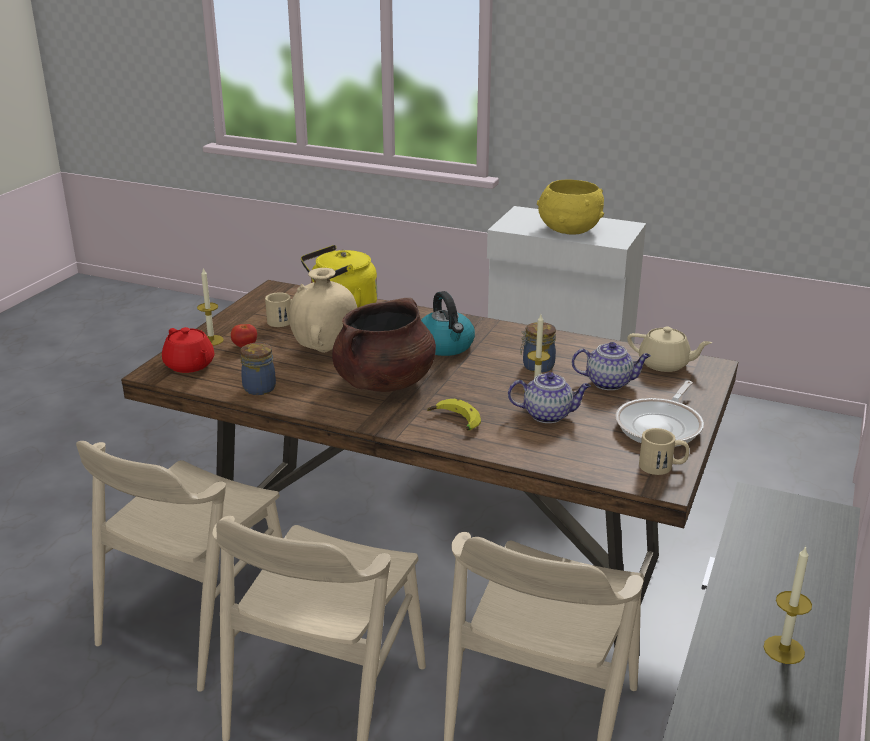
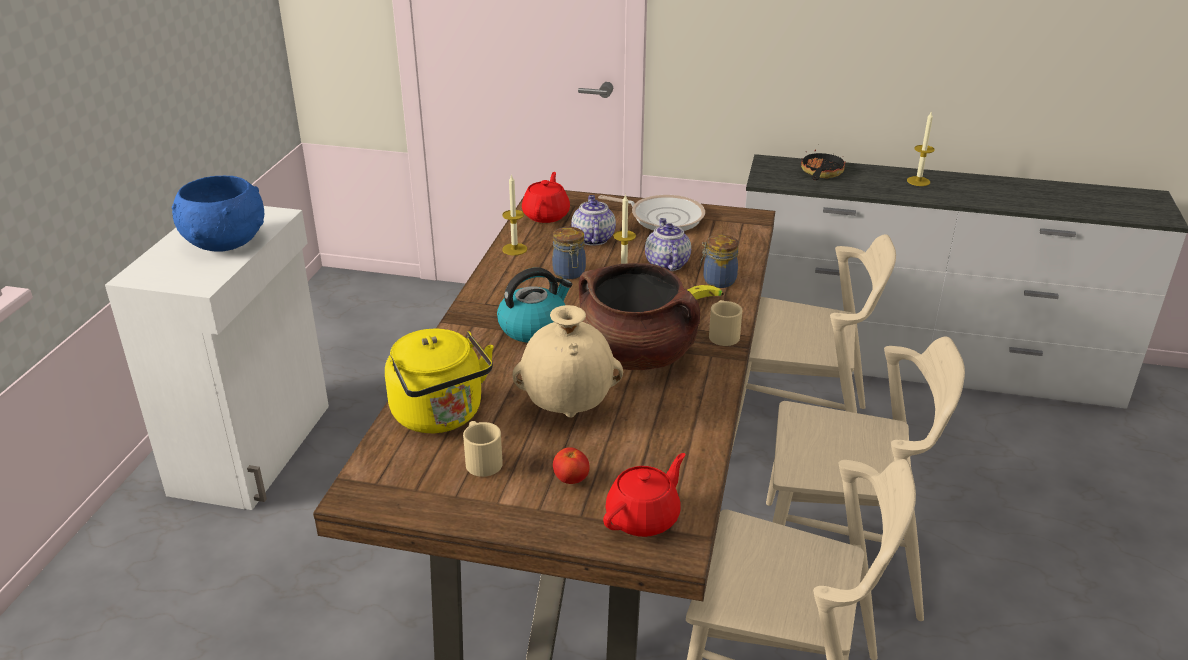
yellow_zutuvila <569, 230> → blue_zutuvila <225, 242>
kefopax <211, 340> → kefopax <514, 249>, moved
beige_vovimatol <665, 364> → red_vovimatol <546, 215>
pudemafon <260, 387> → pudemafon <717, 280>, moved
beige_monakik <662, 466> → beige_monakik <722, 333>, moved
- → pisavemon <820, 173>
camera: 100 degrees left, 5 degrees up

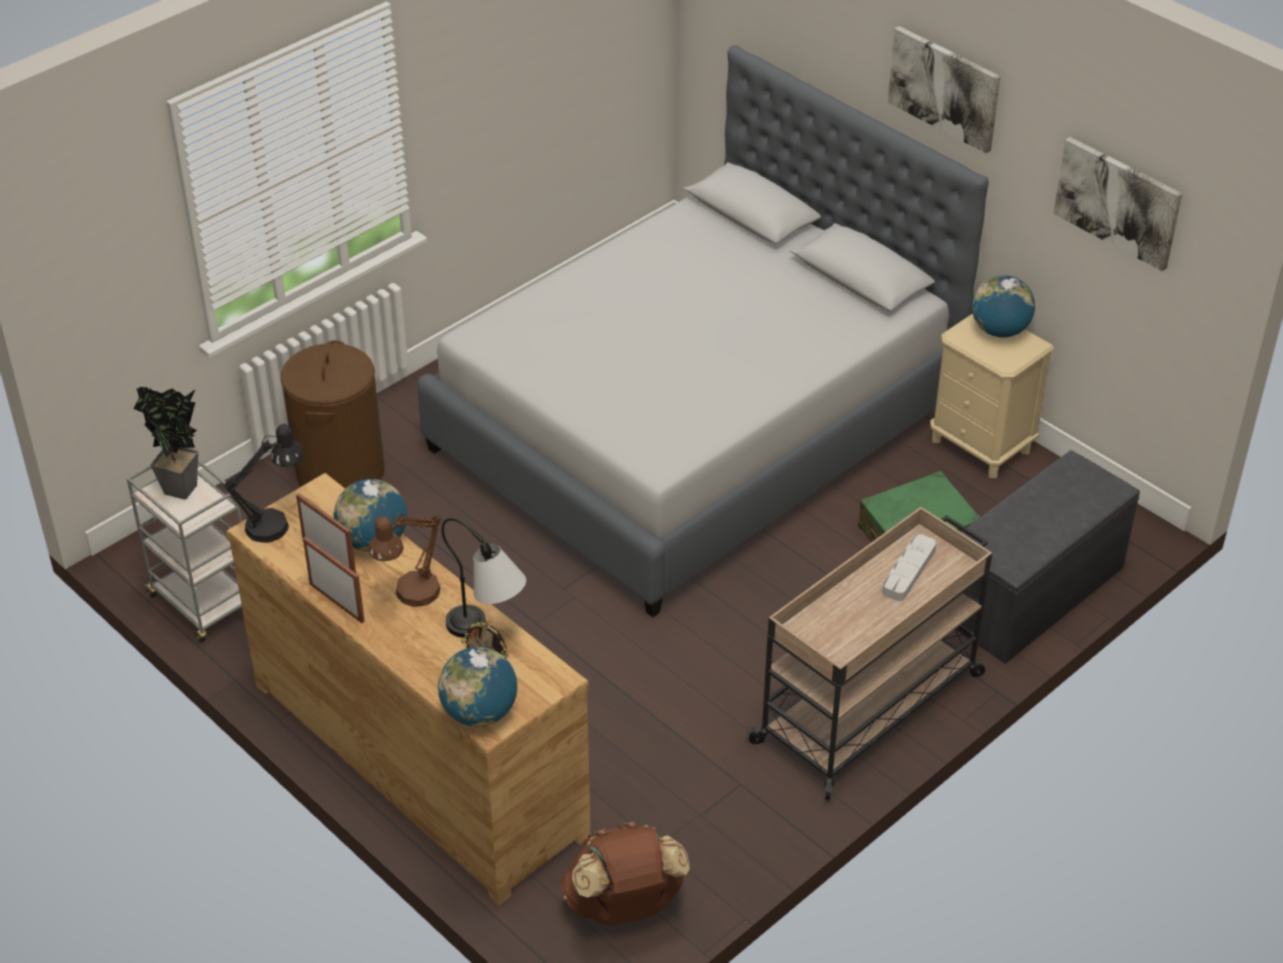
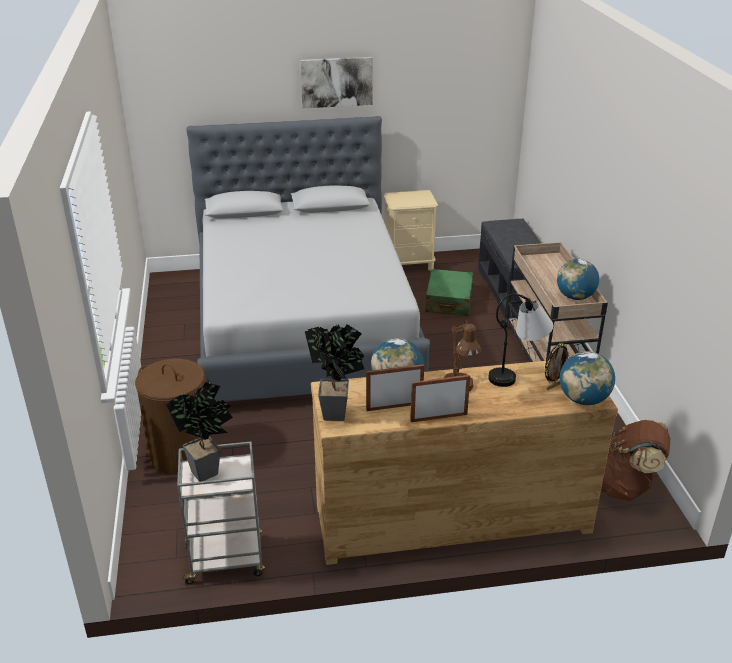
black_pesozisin <275, 524> → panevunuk <338, 416>
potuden <999, 331> → potuden <575, 297>, moved
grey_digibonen <908, 571> → -
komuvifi <1118, 202> → -
camera: 55 degrees left, 10 degrees down

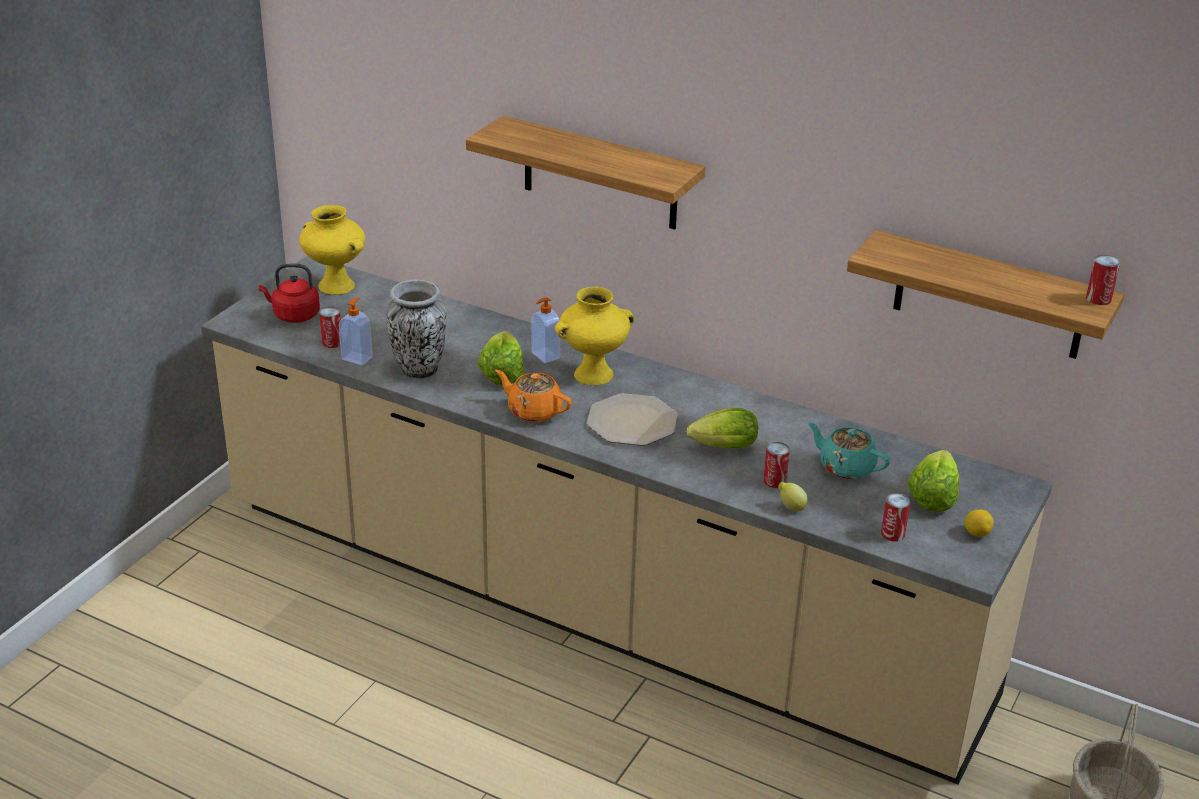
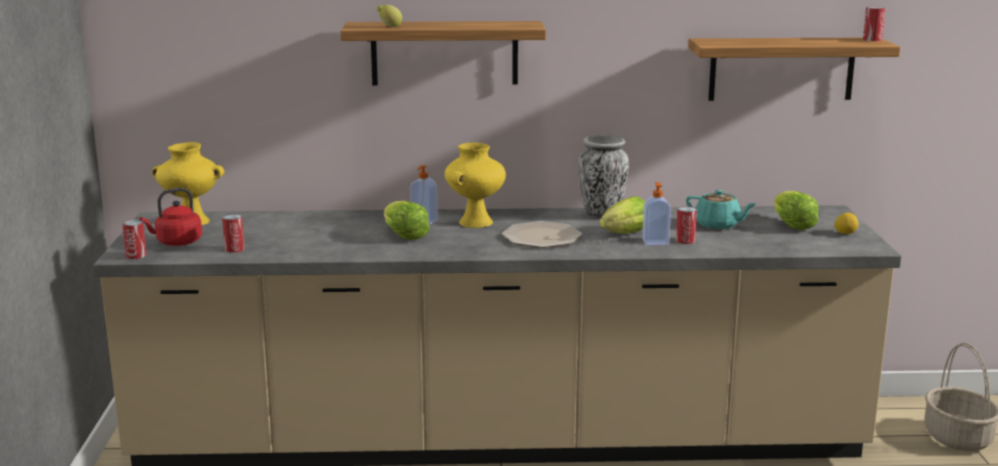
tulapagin <892, 534> → tulapagin <136, 255>, moved
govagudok <791, 507> → govagudok <389, 27>, moved
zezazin <419, 370> → zezazin <601, 215>, moved
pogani <357, 358> → pogani <655, 242>, moved
turquoise_vovimatol <846, 467> → turquoise_vovimatol <718, 225>, 150 degrees counterclockwise
orange_vovimatol <534, 411> → -
camera: 30 degrees left, 15 degrees down

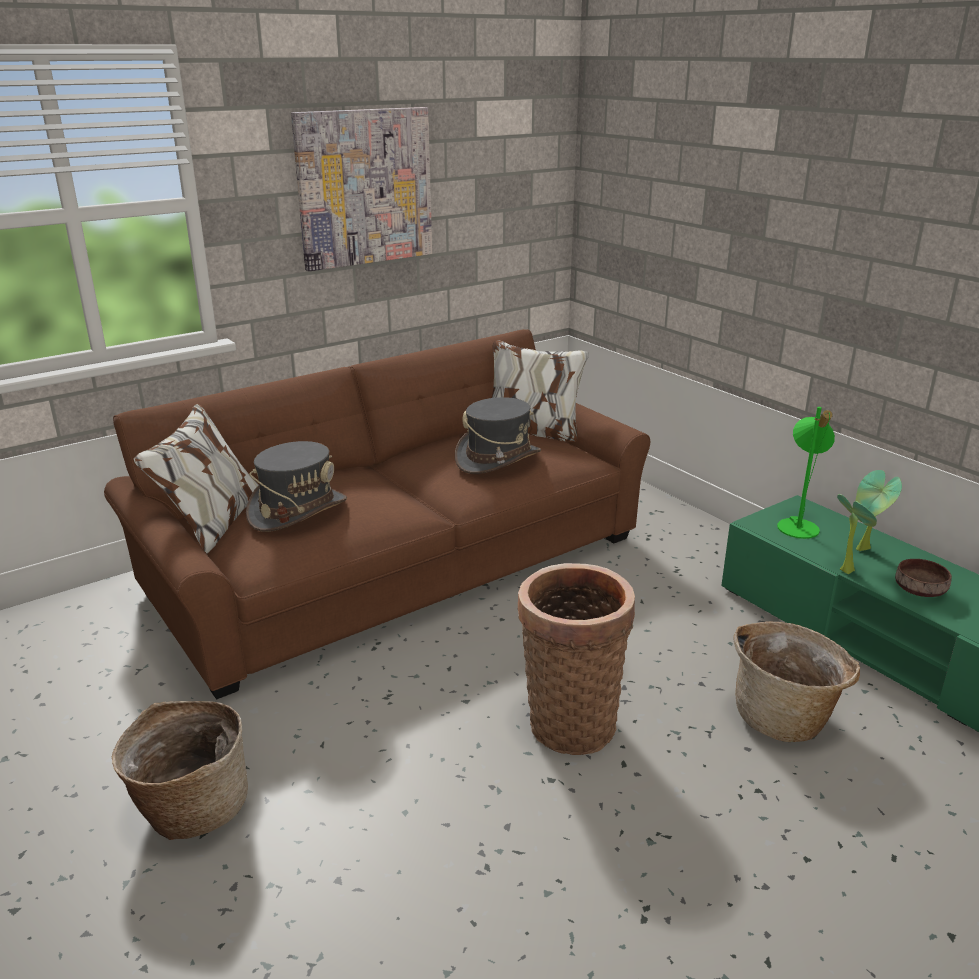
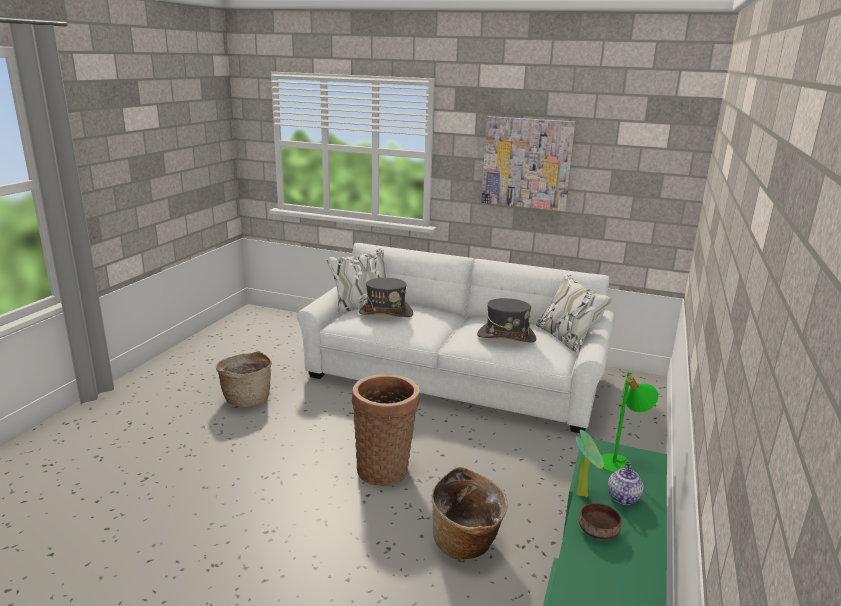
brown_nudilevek <400, 565> → white_nudilevek <455, 377>
panevunuk <863, 550> → vovimatol <623, 496>
camera: 55 degrees right, 5 degrees down

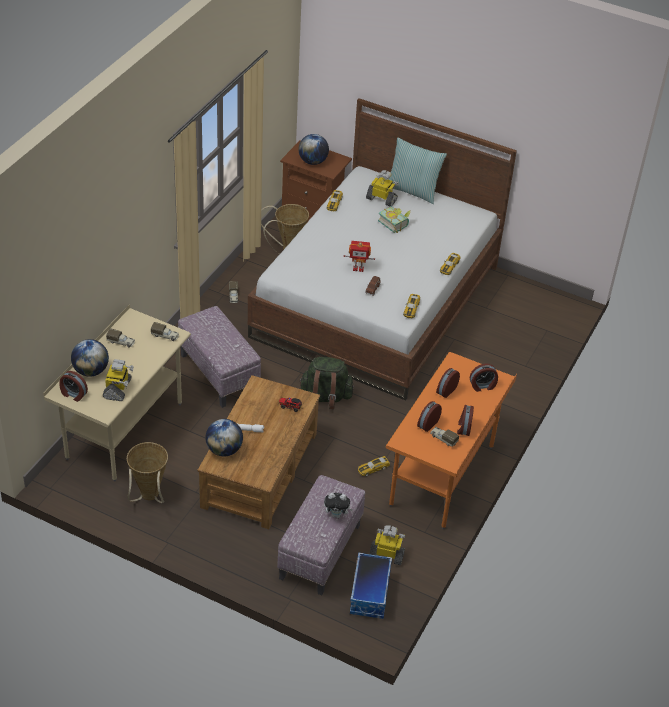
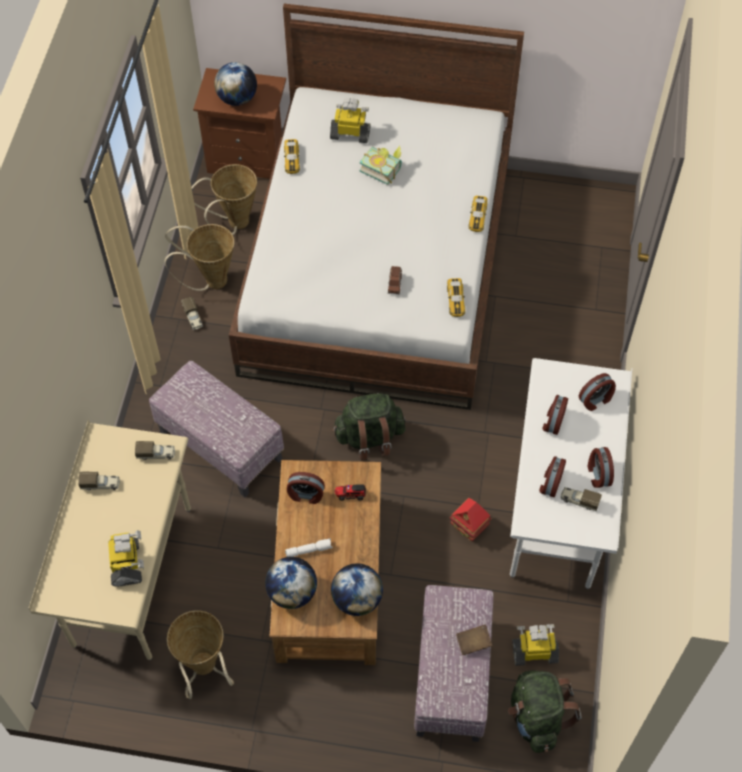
- → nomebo <211, 281>
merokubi <73, 394> → merokubi <306, 495>, moved
potuden <91, 371> → potuden <357, 599>, moved
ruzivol <373, 468> → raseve <469, 527>
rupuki <337, 515> → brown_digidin <473, 643>
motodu <370, 594> → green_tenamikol <537, 718>
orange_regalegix <442, 476> → white_regalegix <558, 510>
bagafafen <358, 268> → -
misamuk <413, 190> → -
camera: 15 degrees left, 15 degrees up

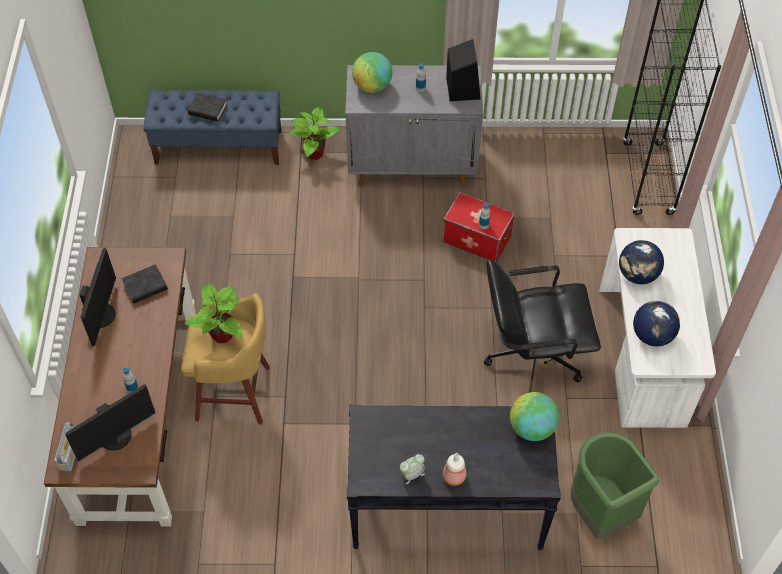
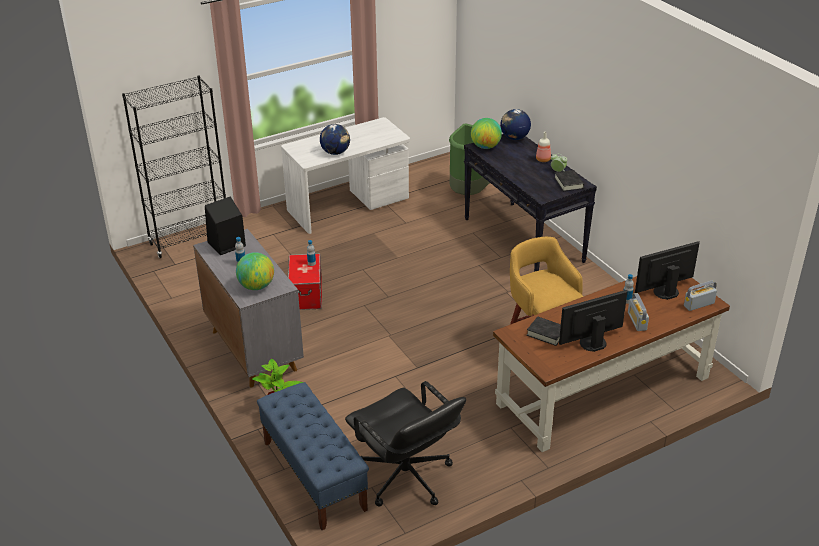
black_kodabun <532, 358> → black_kodabun <406, 478>, moved
potuden <652, 335> → potuden <514, 138>, moved
black_digidin <207, 110> → black_digidin <568, 183>, moved
- → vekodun <637, 321>
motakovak <116, 437> → motakovak <665, 291>, 45 degrees counterclockwise
panevunuk <222, 335> → -
camera: 120 degrees left, 20 degrees down

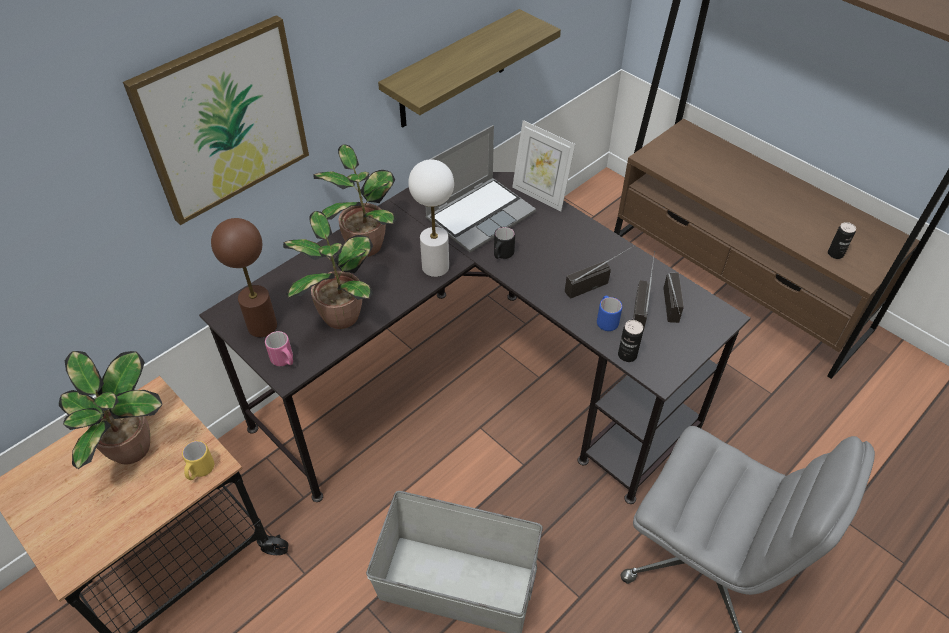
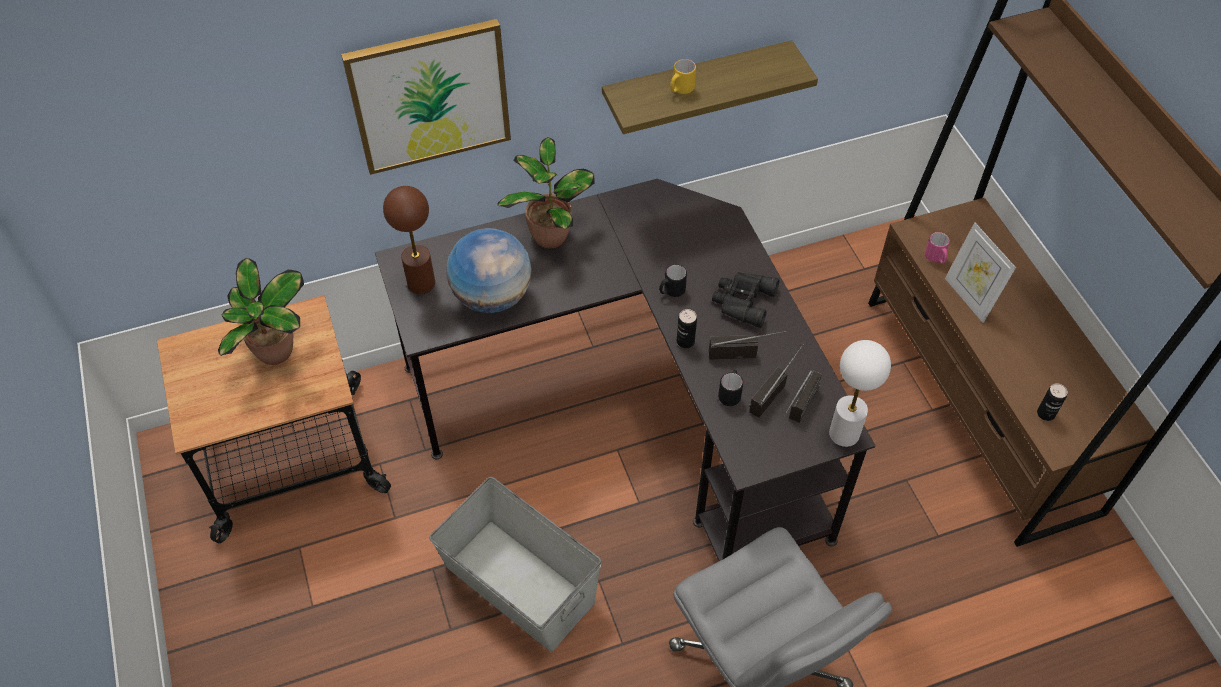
panevunuk <340, 314> → potuden <492, 296>
yellow_monakik <200, 471> → yellow_monakik <680, 90>, moved
tulapagin <627, 355> → tulapagin <685, 341>, moved
- → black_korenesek <742, 301>
blue_monakik <606, 320> → black_monakik <730, 394>
white_pesozisin <435, 267> → white_pesozisin <844, 433>, moved
pink_monakik <284, 361> → pink_monakik <935, 258>, moved
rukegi <540, 196> → rukegi <969, 298>, moved
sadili <480, 215> → -
camera: 25 degrees right, 5 degrees up

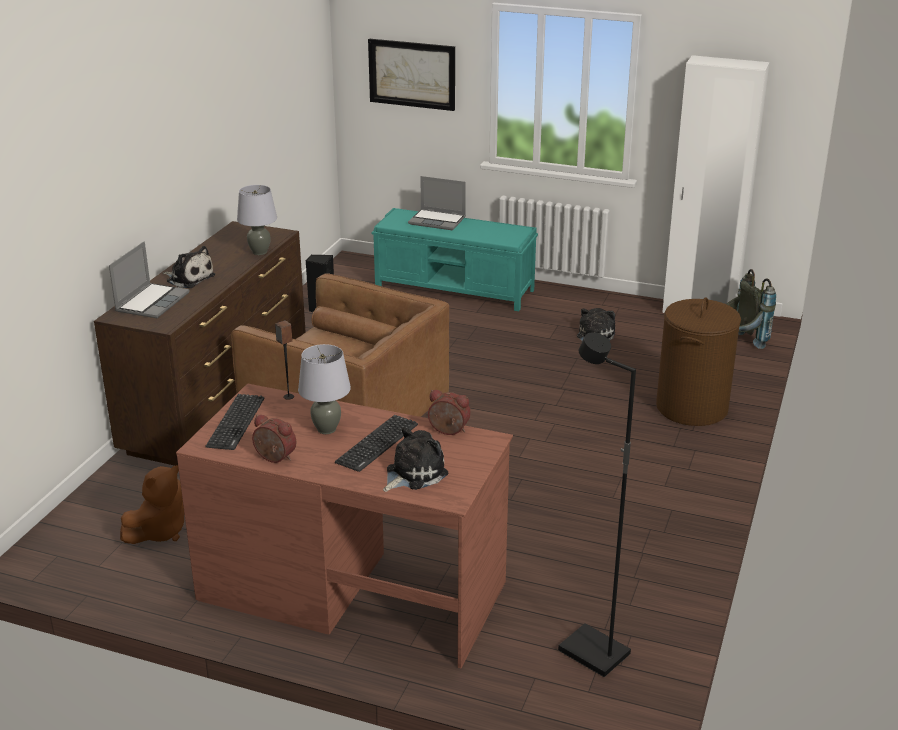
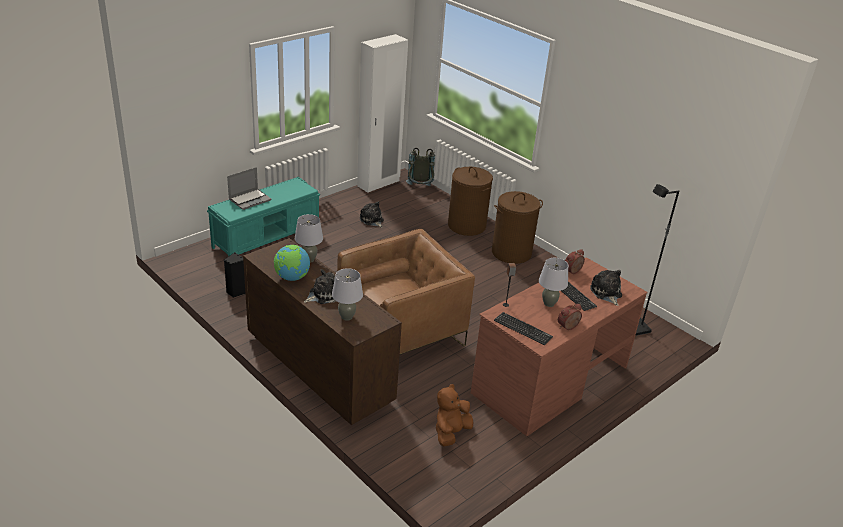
- → potuden <292, 278>
sadili <152, 302> → grey_pesozisin <347, 317>
brown_rupuki <160, 532> → brown_rupuki <451, 433>, 120 degrees counterclockwise
- → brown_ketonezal <511, 252>
komuvifi <412, 74> → -
camera: 65 degrees left, 5 degrees up

